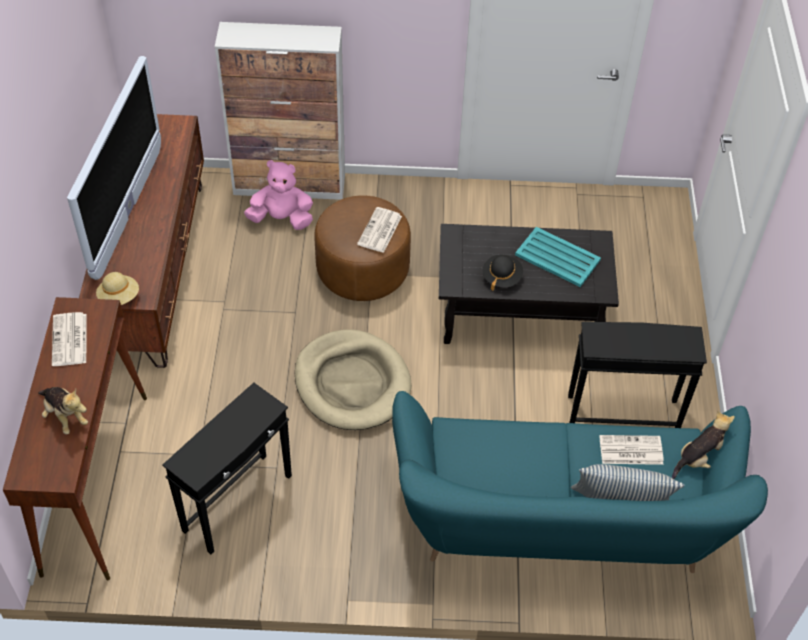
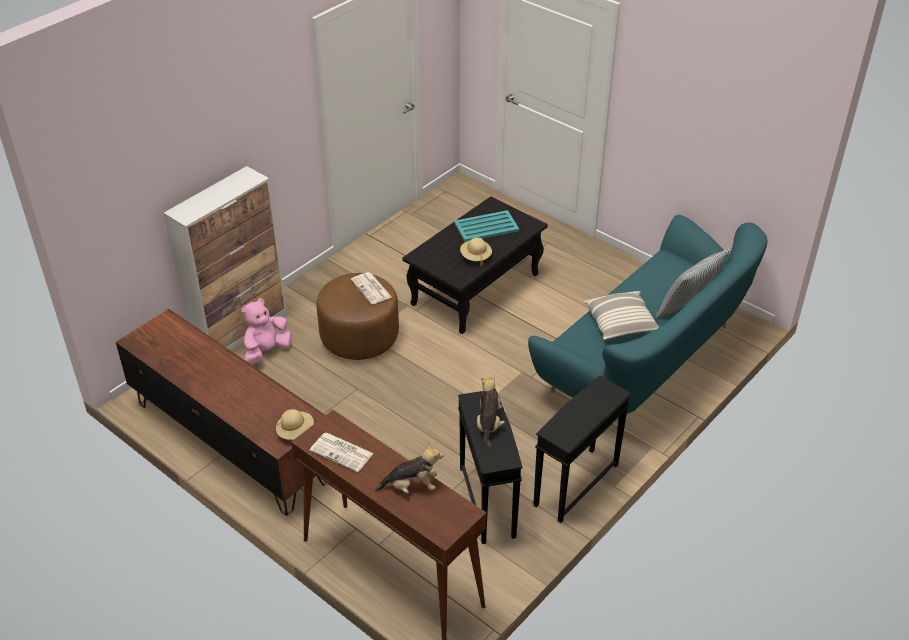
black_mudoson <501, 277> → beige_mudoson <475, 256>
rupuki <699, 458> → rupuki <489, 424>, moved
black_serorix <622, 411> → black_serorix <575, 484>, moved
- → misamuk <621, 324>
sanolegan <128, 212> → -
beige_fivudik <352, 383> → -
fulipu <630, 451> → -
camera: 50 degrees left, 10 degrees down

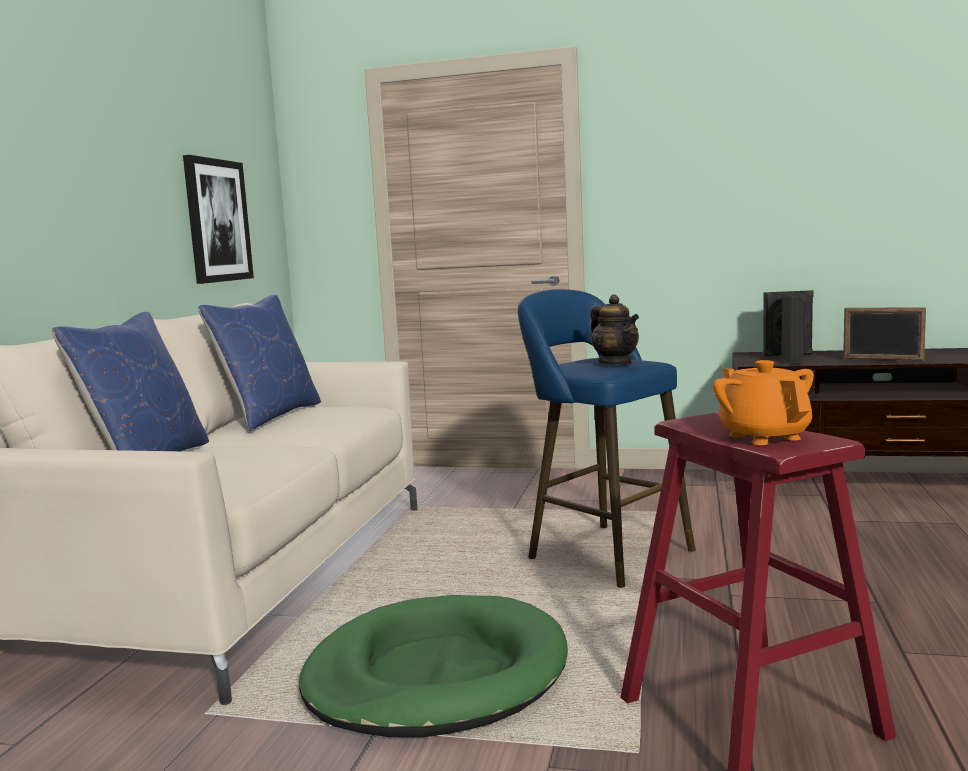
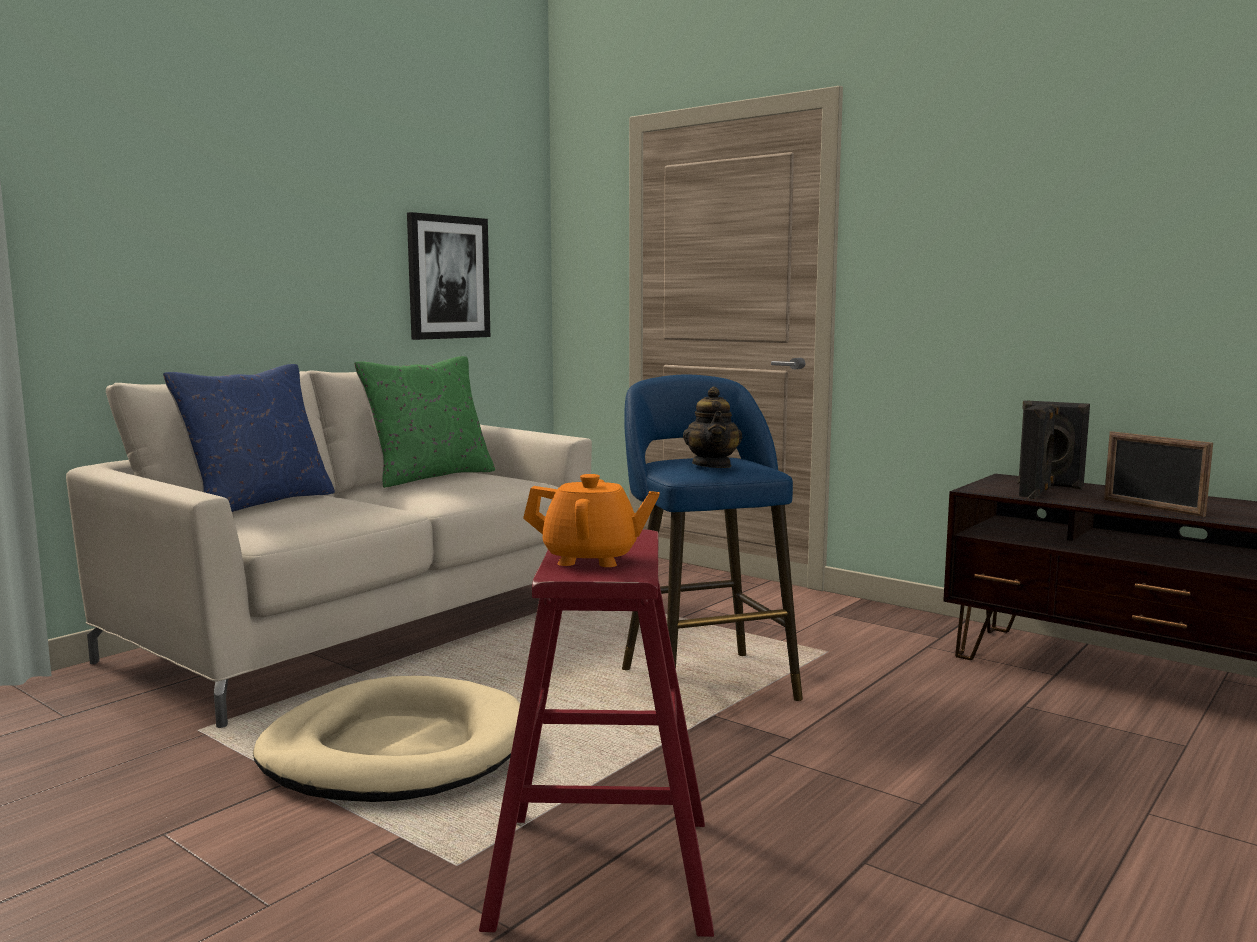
green_fivudik <436, 675> → beige_fivudik <395, 750>
blue_misamuk <269, 415> → green_misamuk <429, 477>
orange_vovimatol <764, 436> → orange_vovimatol <591, 559>, 90 degrees clockwise
camera: 25 degrees right, 0 degrees up

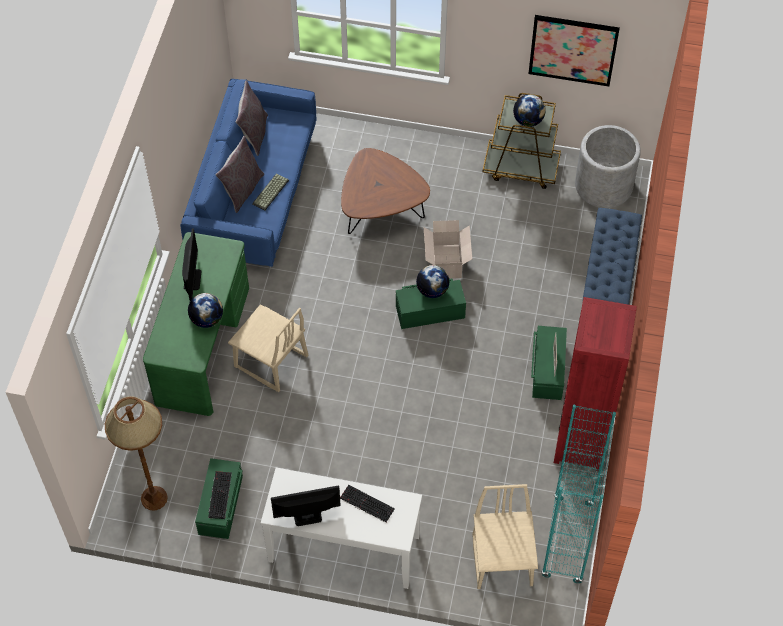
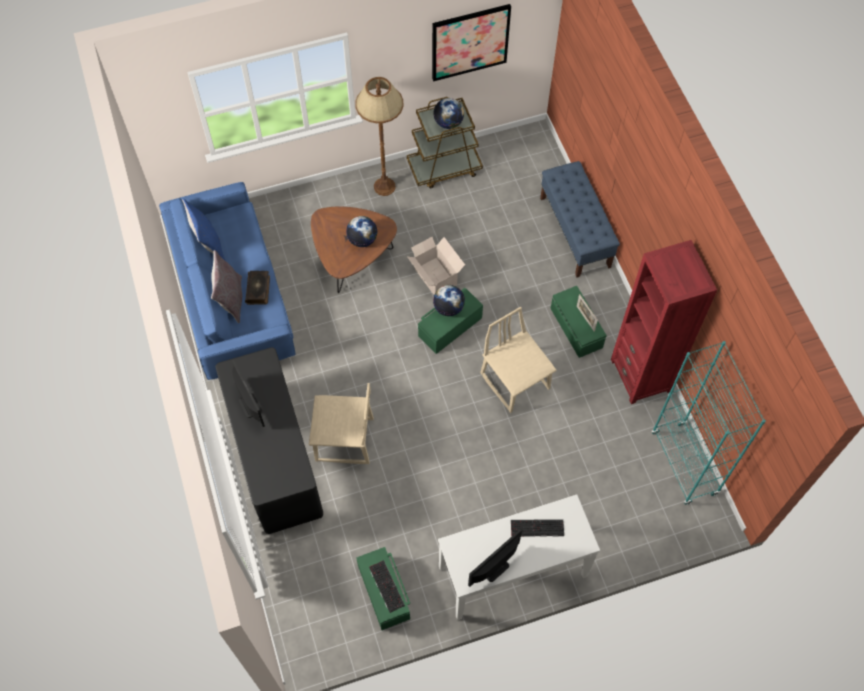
grey_misamuk <254, 134> → blue_misamuk <208, 244>
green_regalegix <202, 345> → black_regalegix <274, 456>
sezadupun <271, 193> → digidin <258, 290>
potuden <207, 319> → potuden <362, 240>, moved
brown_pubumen <154, 498> → brown_pubumen <384, 186>, moved
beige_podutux <503, 560> → beige_podutux <515, 381>, moved
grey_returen <603, 185> → -
camera: 30 degrees left, 5 degrees up

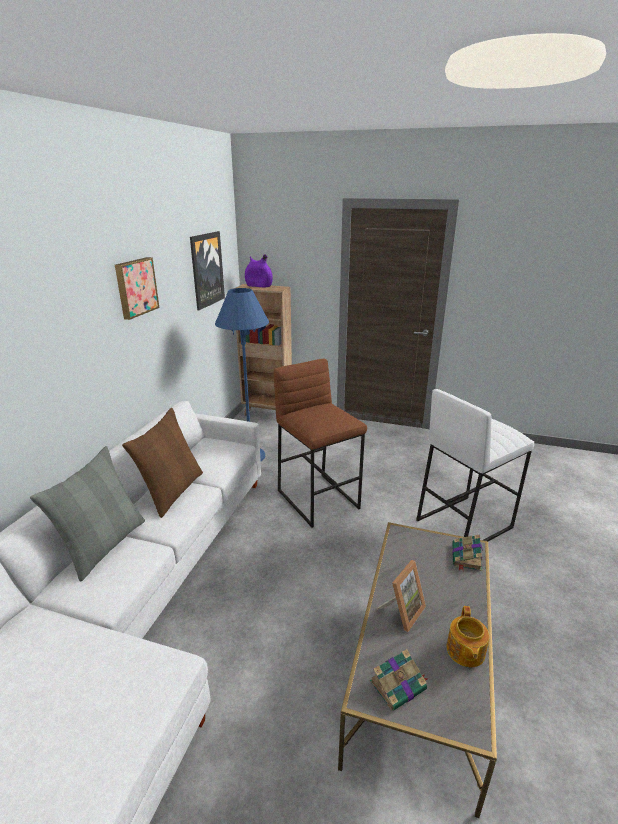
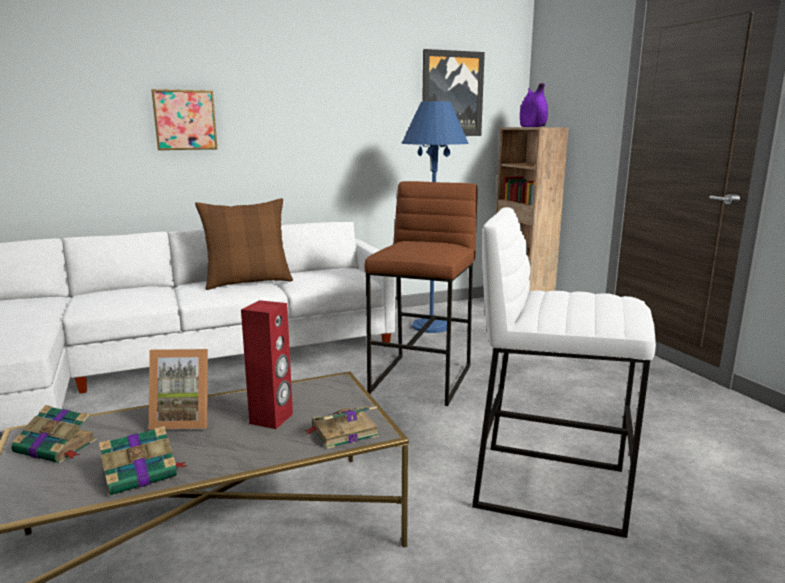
vovimatol <465, 651> → digidin <142, 473>
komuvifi <135, 287> → komuvifi <185, 120>, moved
- → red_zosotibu <272, 419>
grey_misamuk <104, 545> → -
camera: 50 degrees right, 10 degrees down

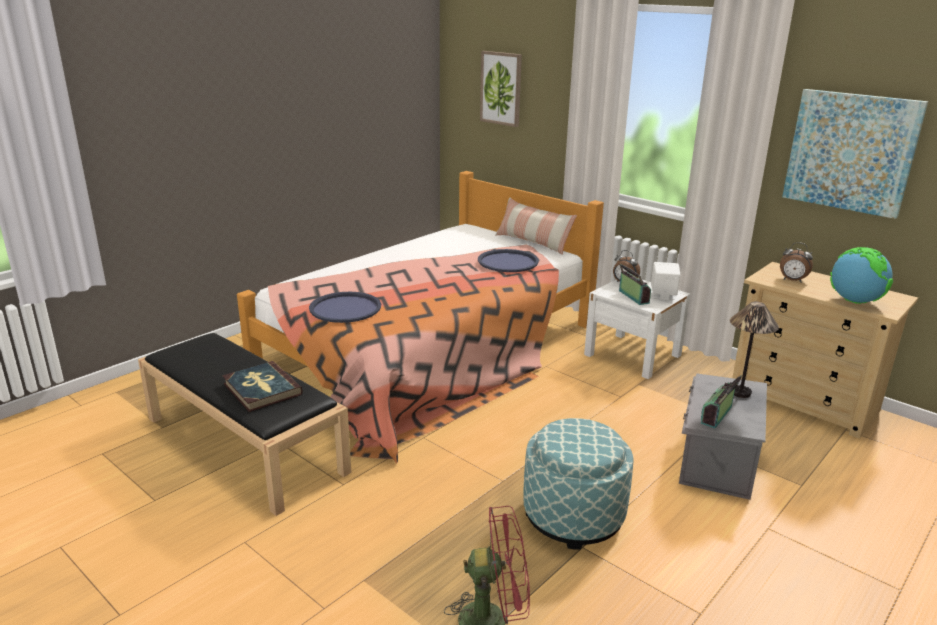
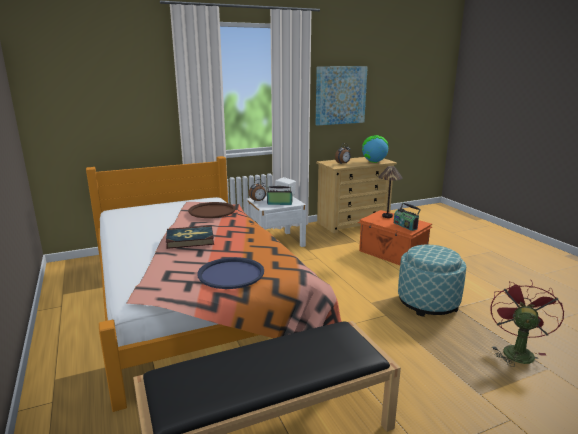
digidin <261, 389> → digidin <190, 239>, moved
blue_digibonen <508, 262> → brown_digibonen <212, 211>
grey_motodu <715, 460> → orange_motodu <392, 254>
komuvifi <501, 88> → -
misamuk <533, 242> → -
camera: 65 degrees left, 5 degrees down

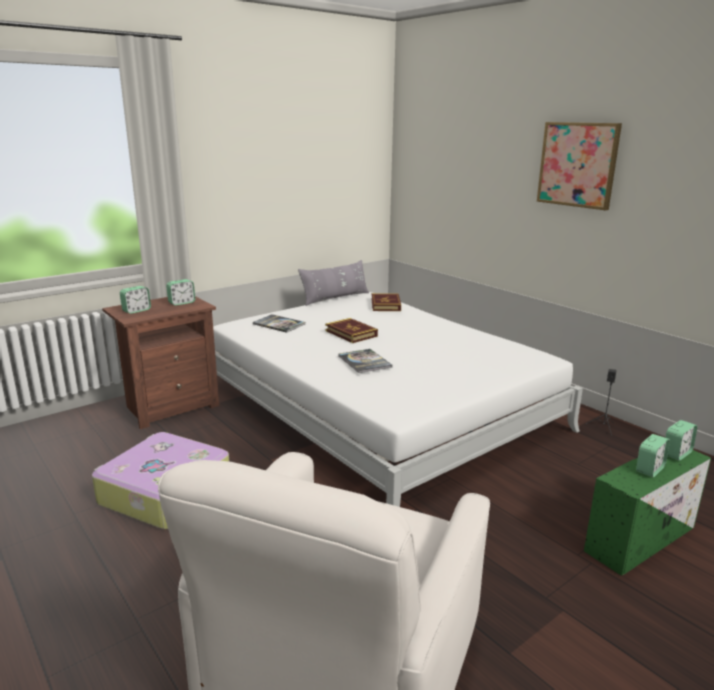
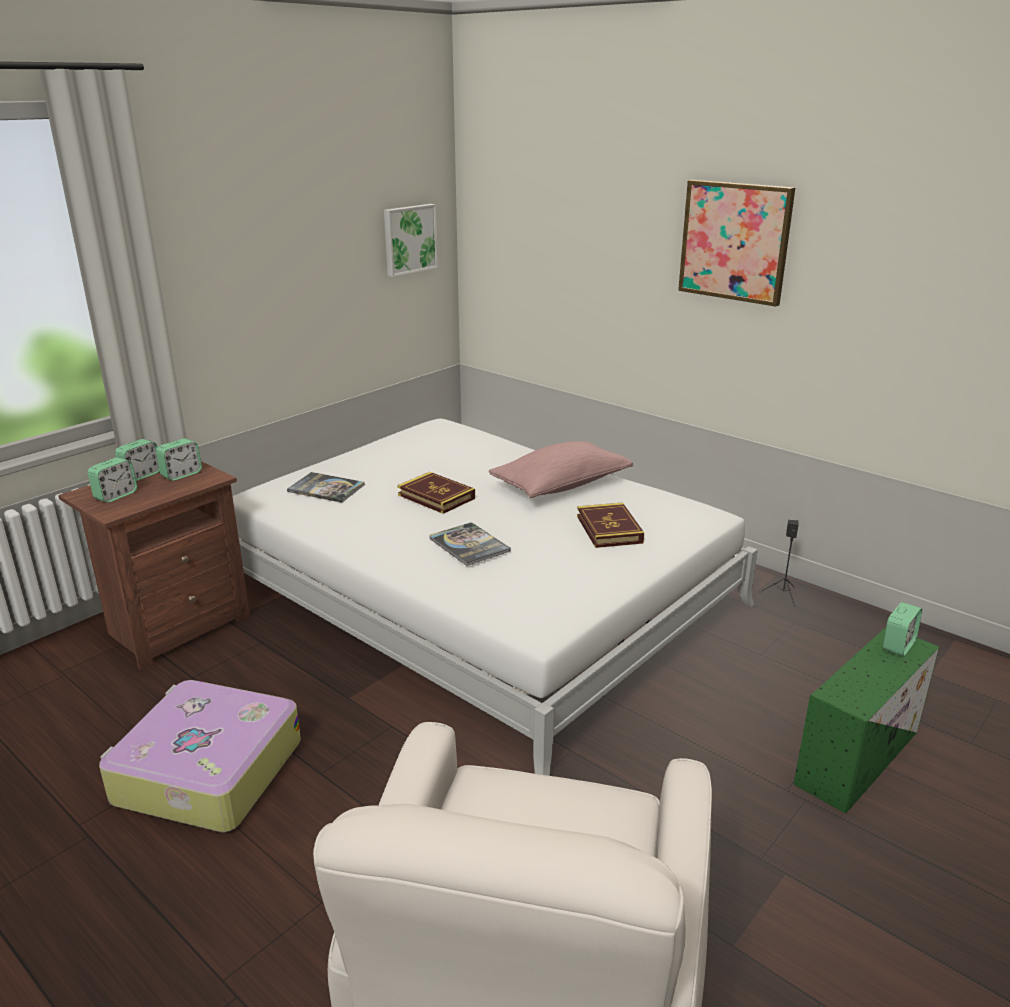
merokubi <650, 469> → merokubi <141, 475>, moved
- → komuvifi <409, 239>
- → pink_misamuk <561, 485>
digidin <385, 305> → digidin <609, 529>, moved
grey_misamuk <335, 298> → -
camera: 10 degrees left, 5 degrees up

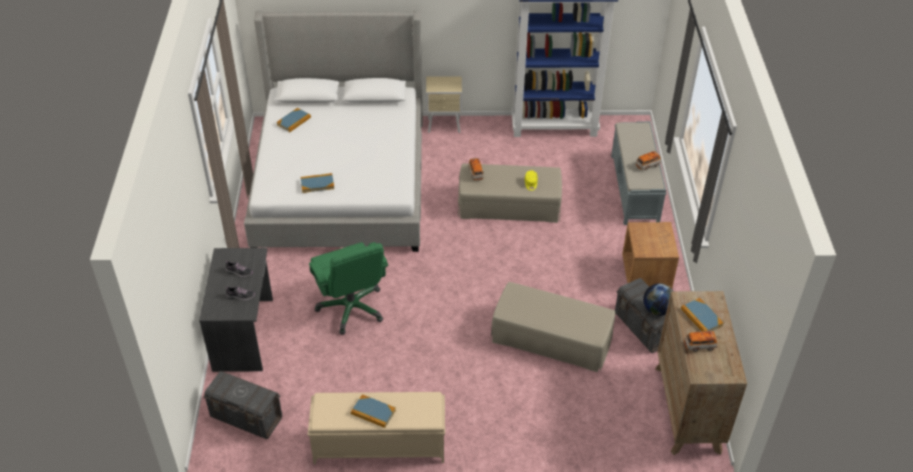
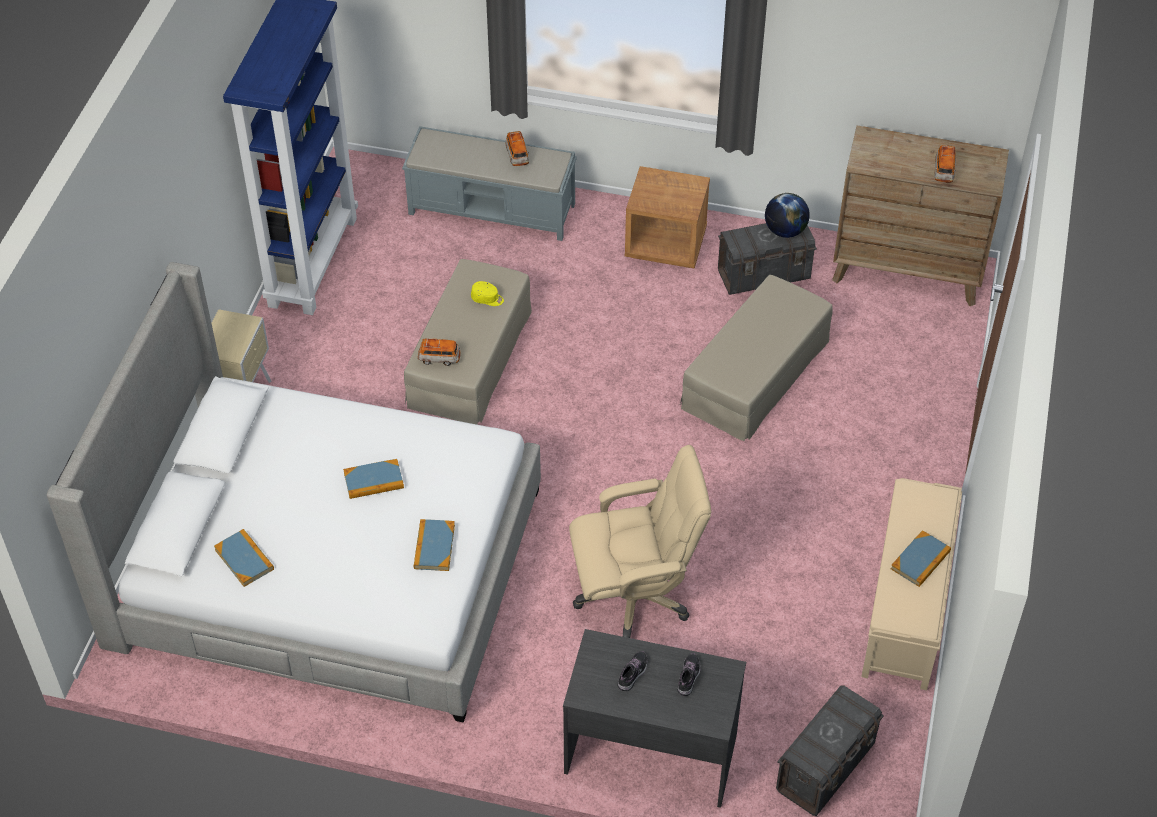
digidin <701, 317> → digidin <373, 481>, moved
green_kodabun <351, 308> → beige_kodabun <634, 597>
camera: 75 degrees left, 5 degrees up

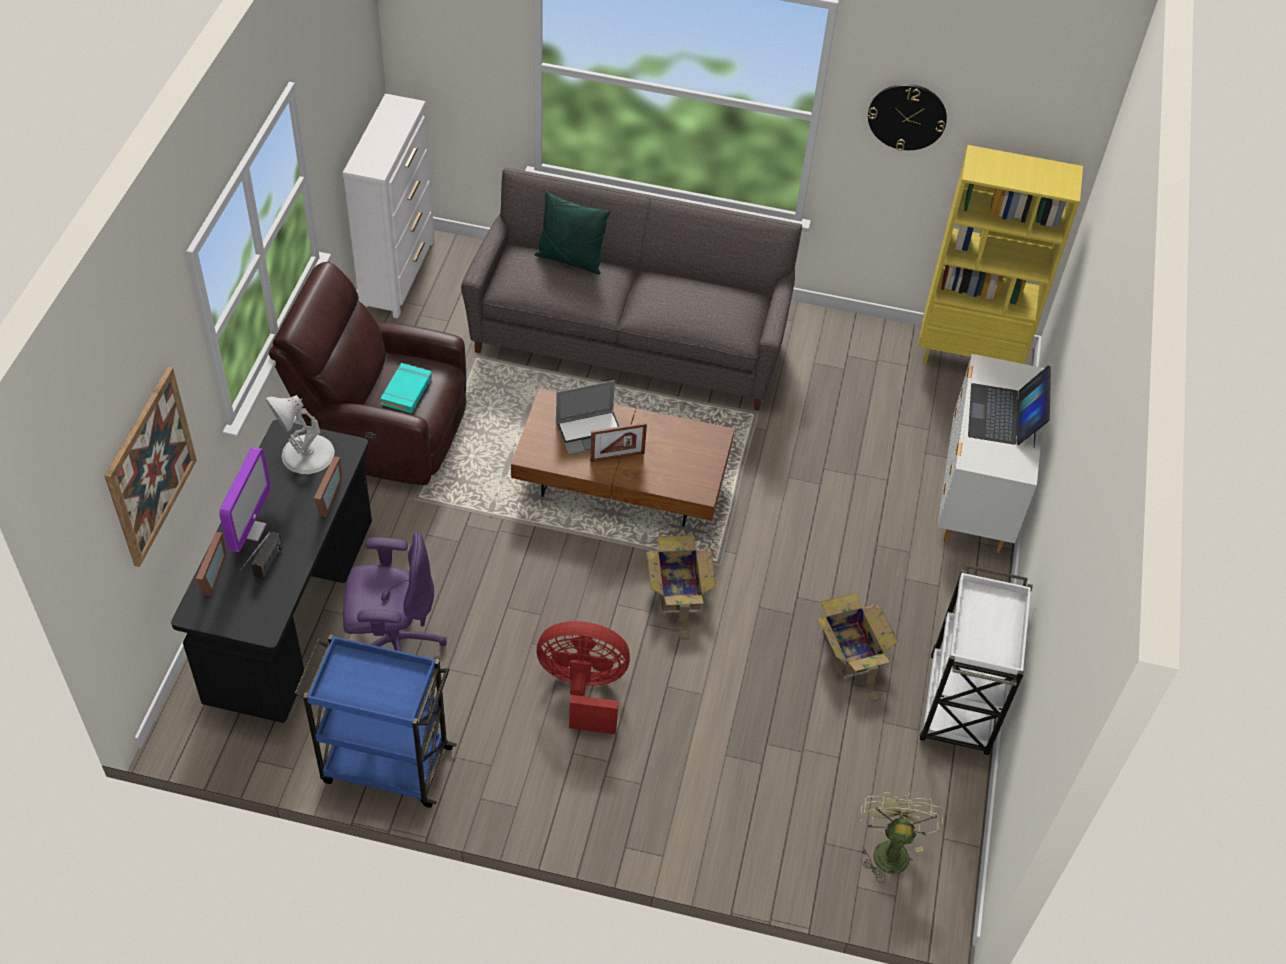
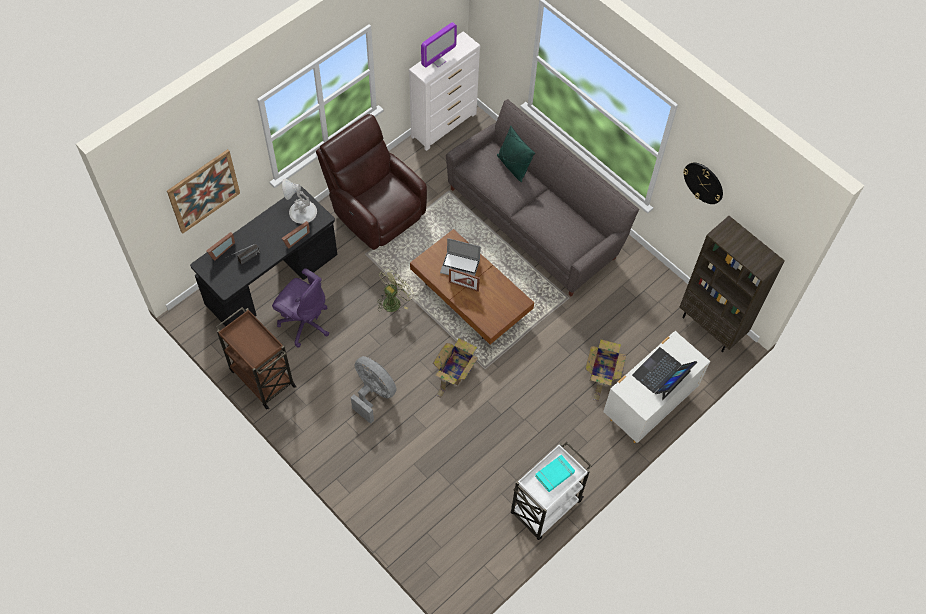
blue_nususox <384, 764> → brown_nususox <261, 377>
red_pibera <583, 689> → grey_pibera <373, 394>
green_pibera <889, 849> → green_pibera <394, 301>, moved
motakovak <250, 530> → motakovak <438, 61>, moved
turquoise_digidin <407, 391> → turquoise_digidin <555, 474>, moved
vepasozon <851, 652> → vepasozon <602, 371>, moved
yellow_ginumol <968, 357> → brown_ginumol <711, 327>
camera: 35 degrees right, 10 degrees up

